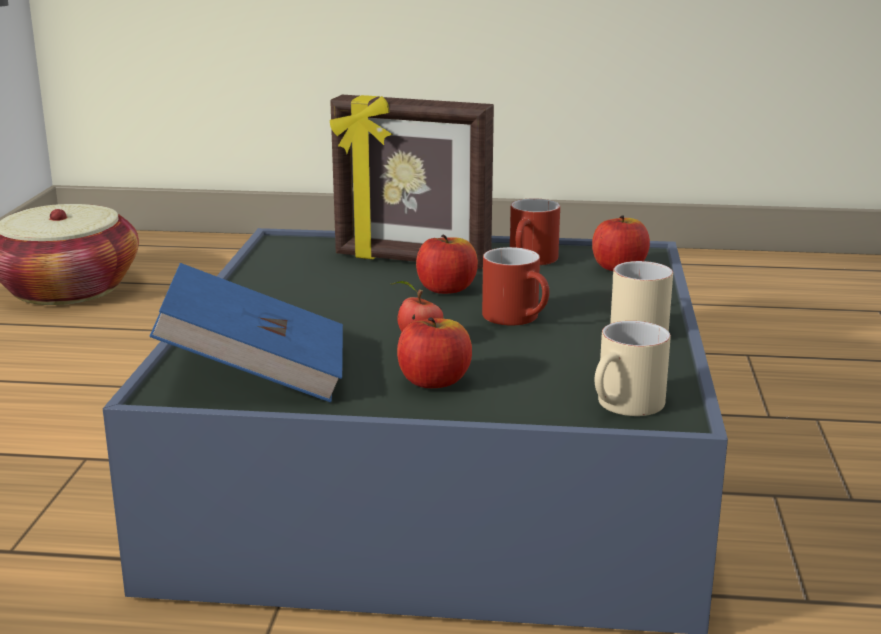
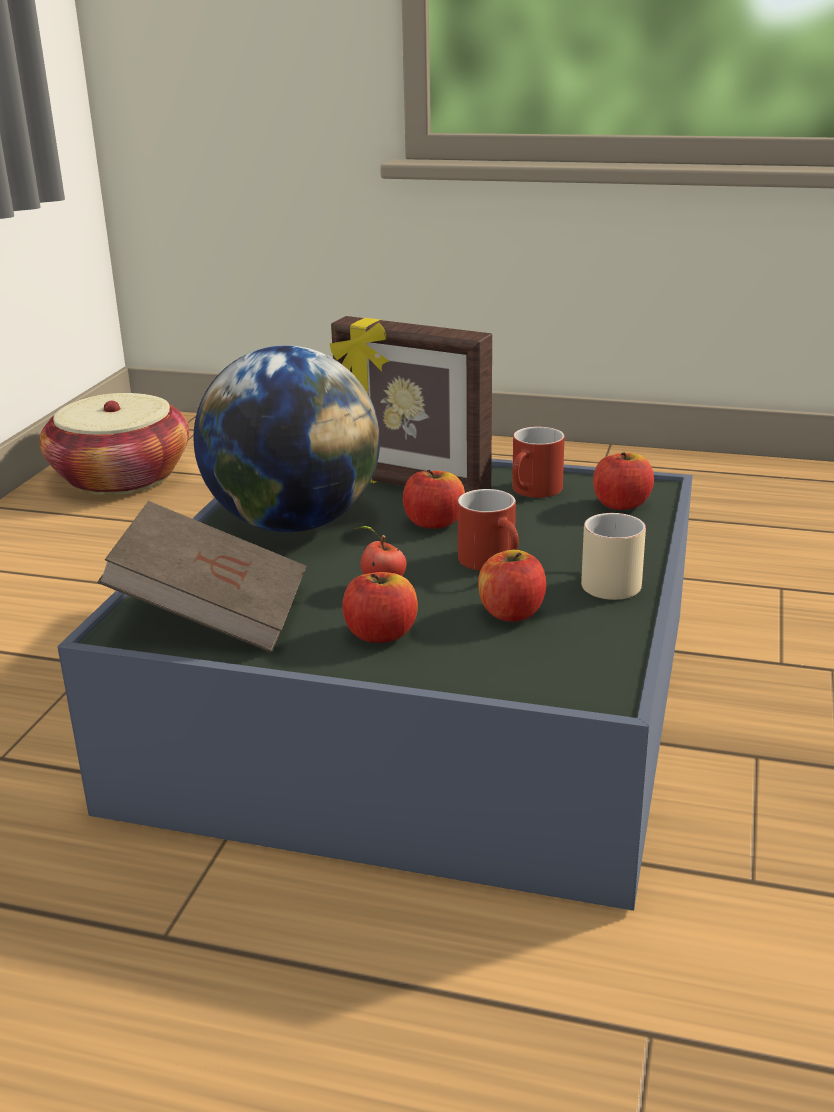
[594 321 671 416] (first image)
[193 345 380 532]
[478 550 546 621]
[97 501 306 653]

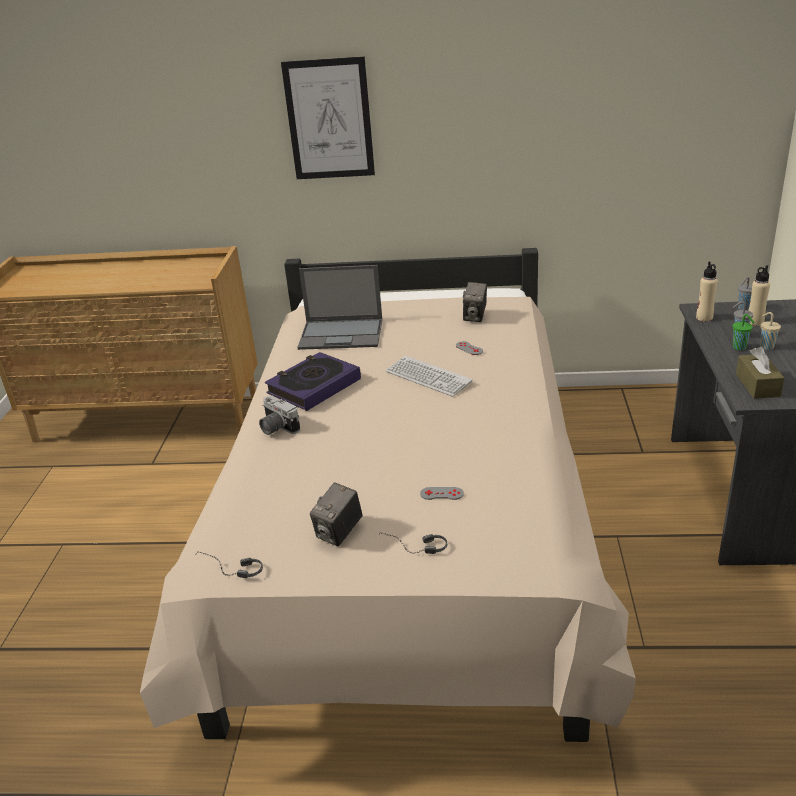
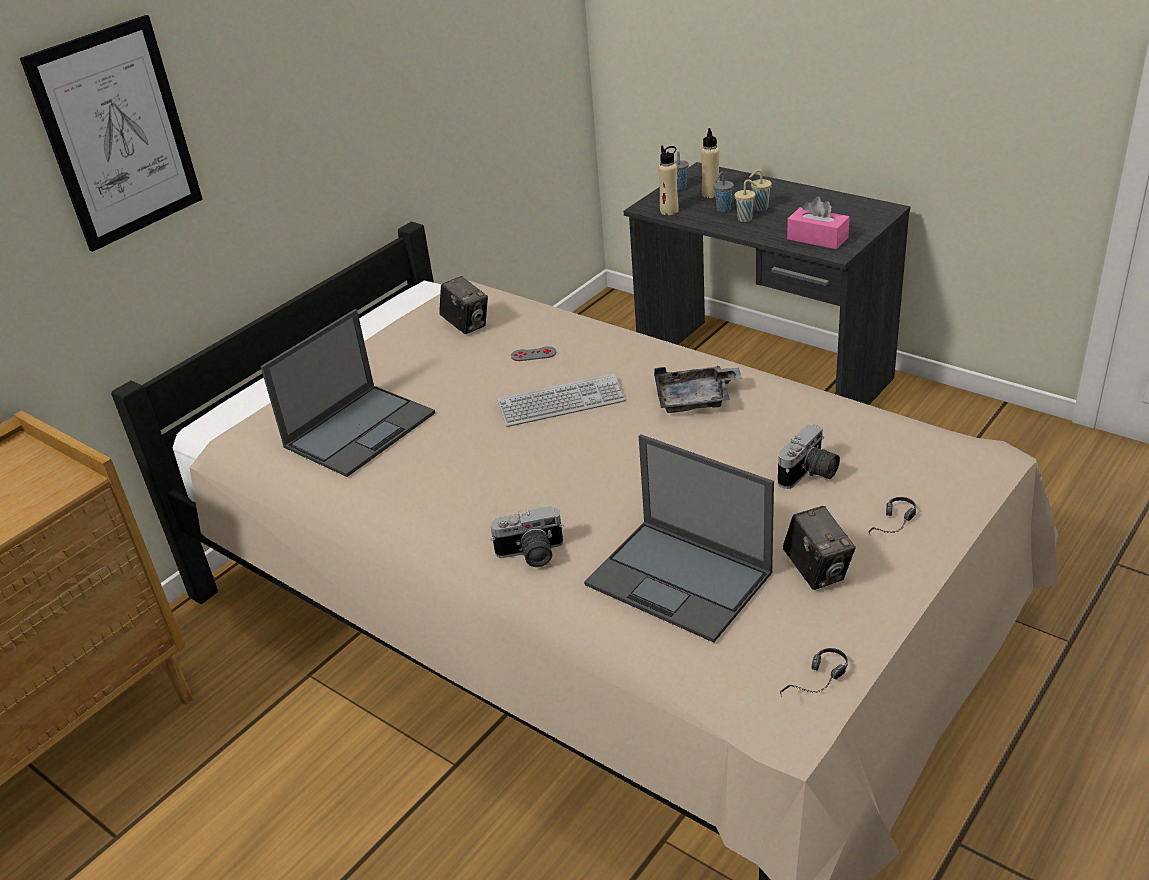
[265 352 361 411] (first image)
[584 434 774 643]
[654 366 742 413]
[778 424 840 489]
[734 179 757 222]
[787 197 850 249]

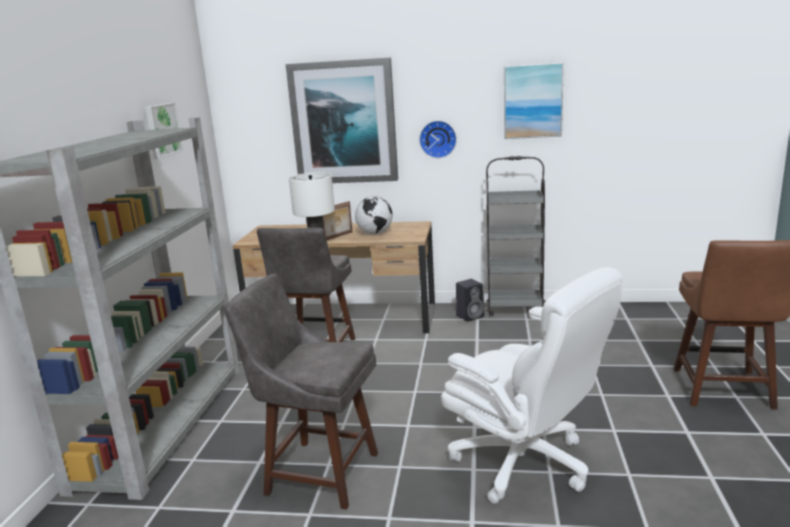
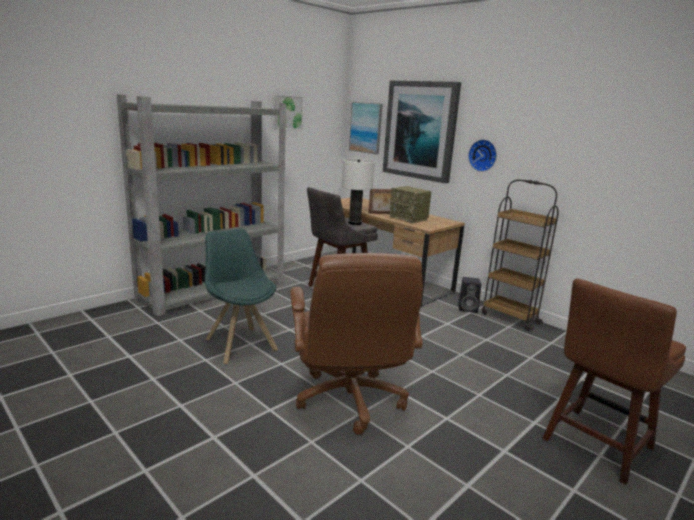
[349 102 383 155]
[205 229 278 364]
[389 186 431 223]
[290 253 423 435]
[482 180 559 331]

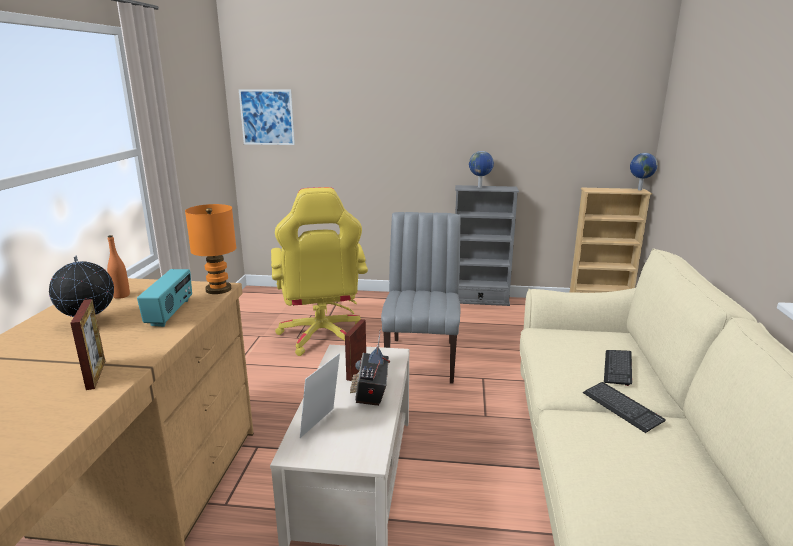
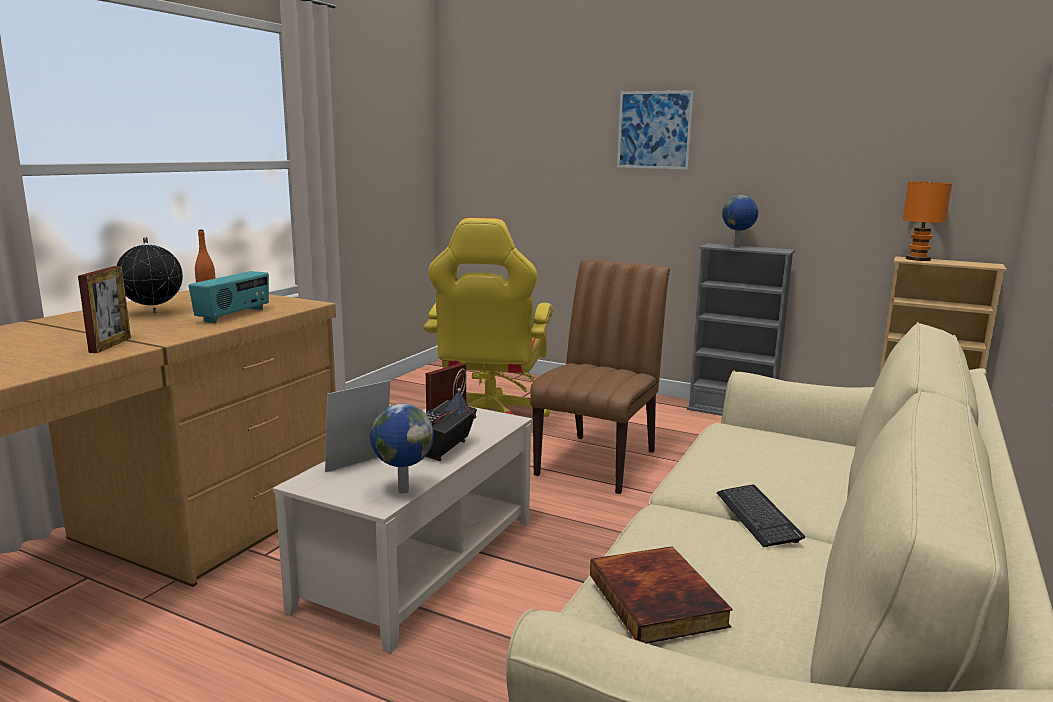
[604 350 632 386] (first image)
[590 546 733 644]
[902 182 952 261]
[617 90 694 170]
[370 403 434 493]
[530 260 670 494]

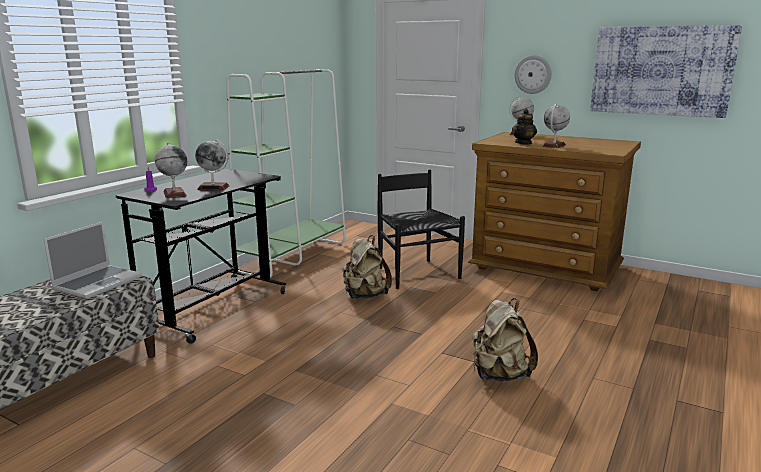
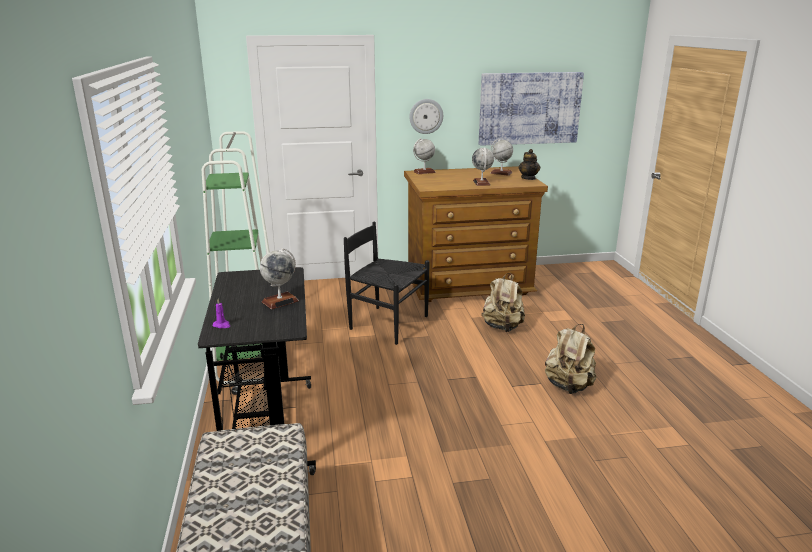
[44 222 142 299] (first image)
[490 139 513 176]
[481 273 525 332]
[519 149 540 180]

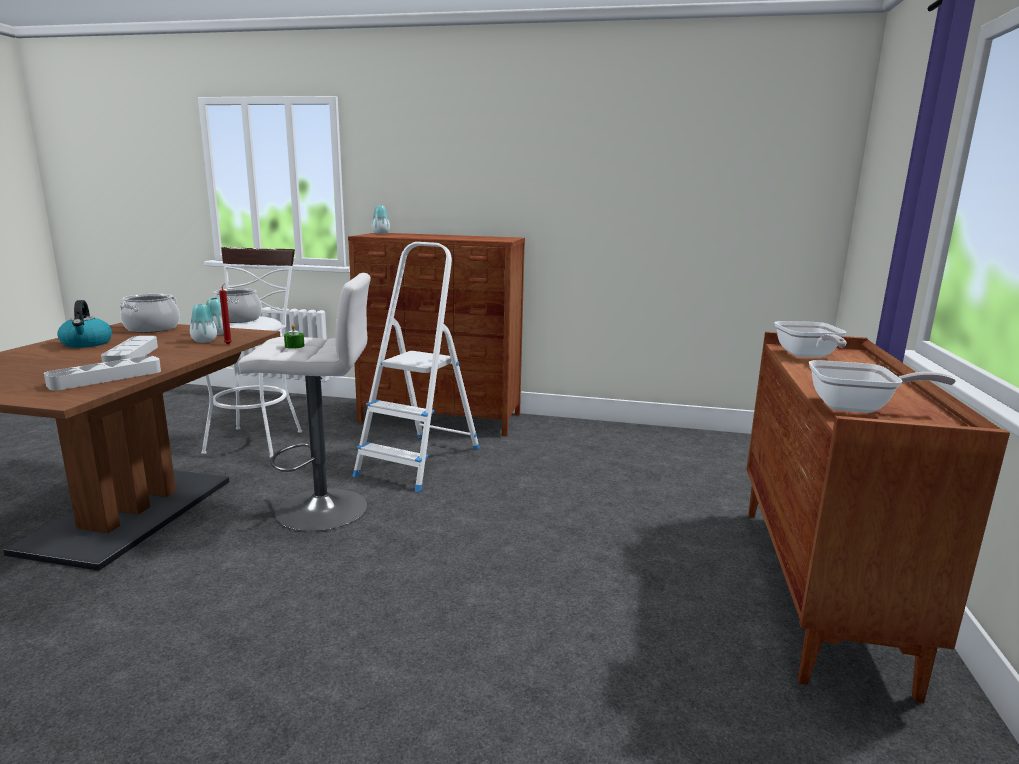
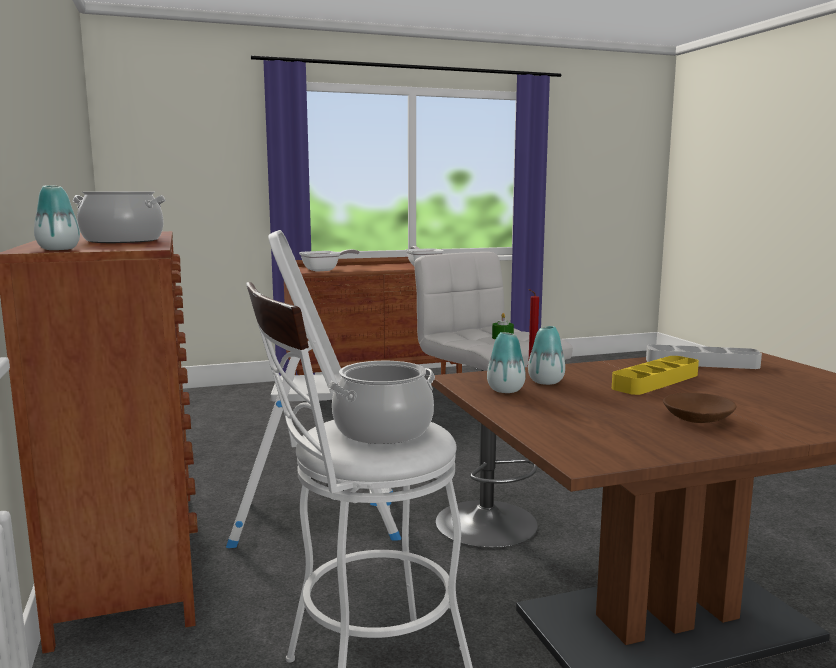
[72 192 166 243]
[663 393 737 423]
[612 356 699 395]

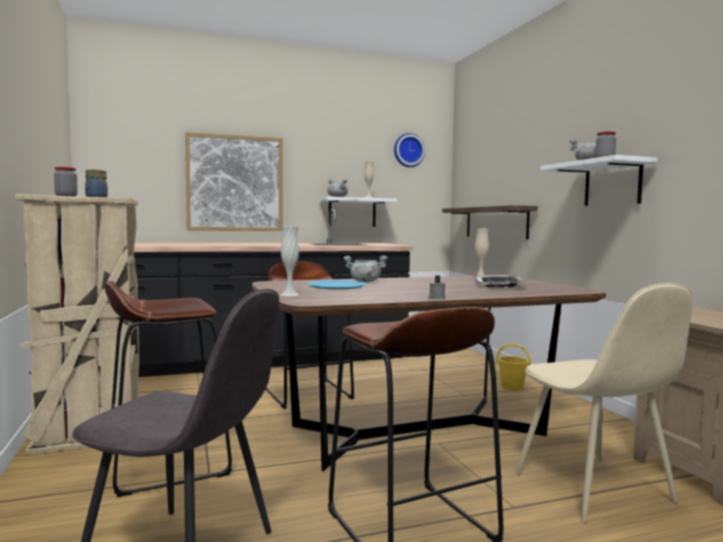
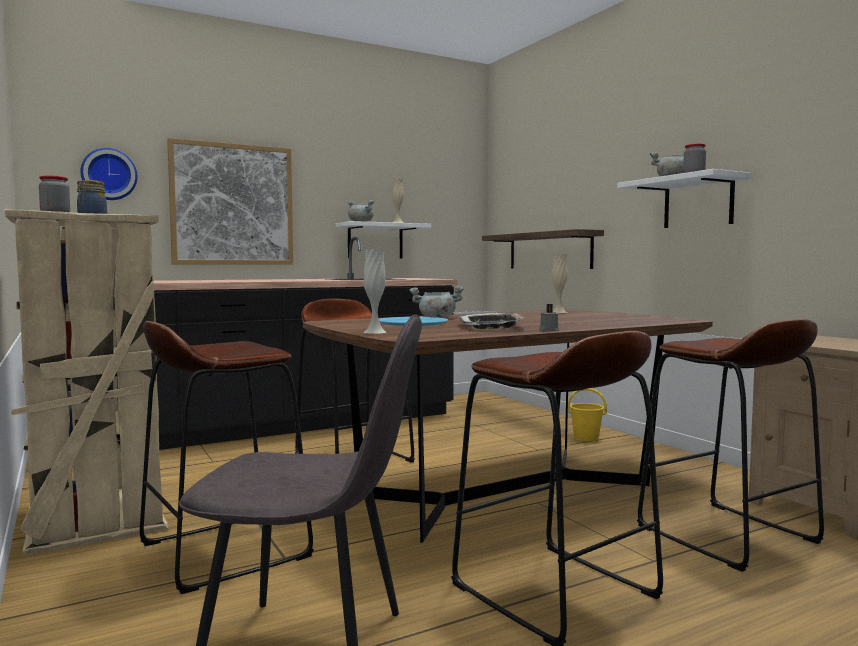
[80 148 137 200]
[459 312 528 329]
[637 319 824 572]

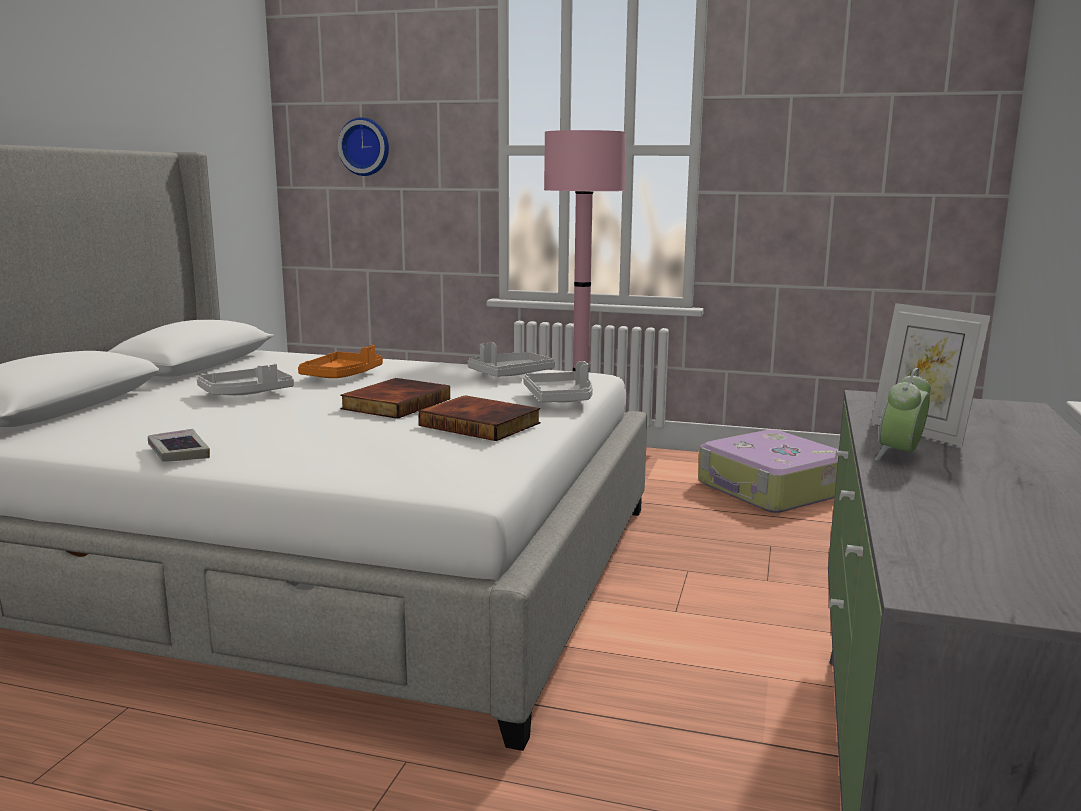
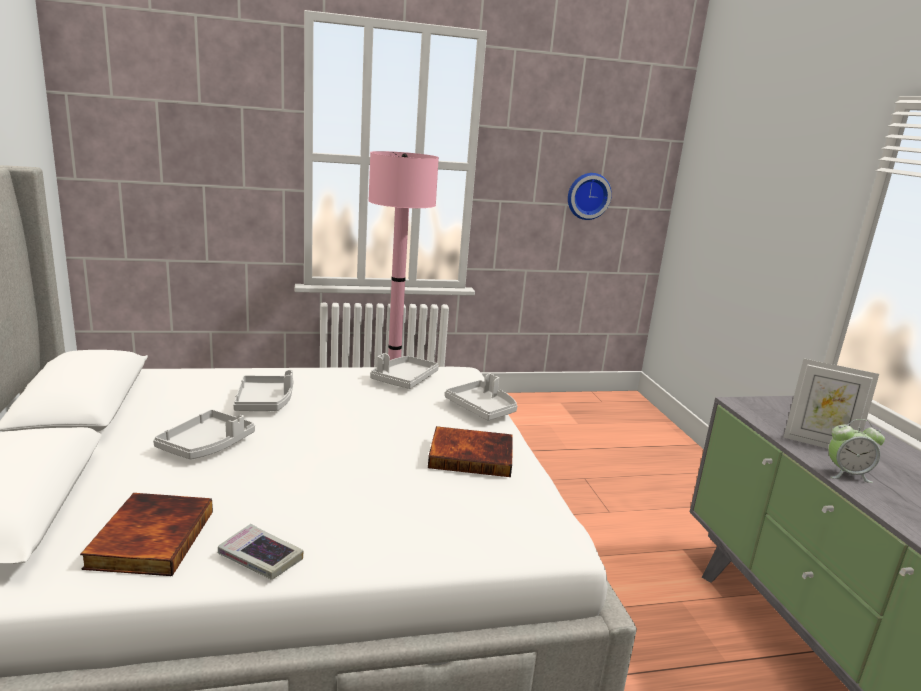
[698 430 839 513] (first image)
[568 173 612 220]
[80 493 213 576]
[233 370 294 411]
[828 419 885 483]

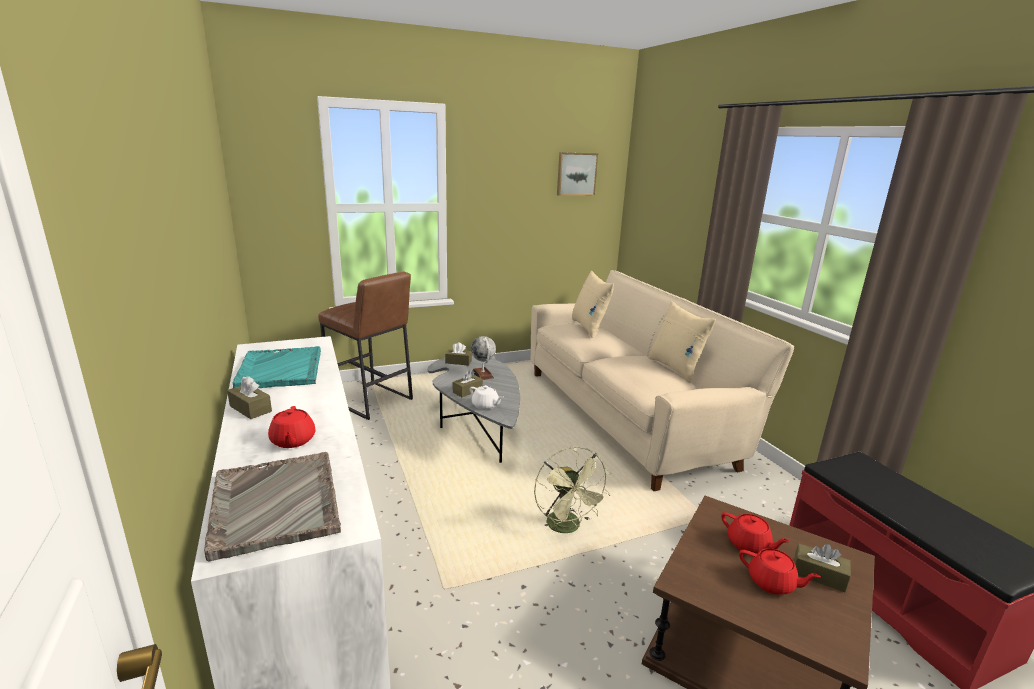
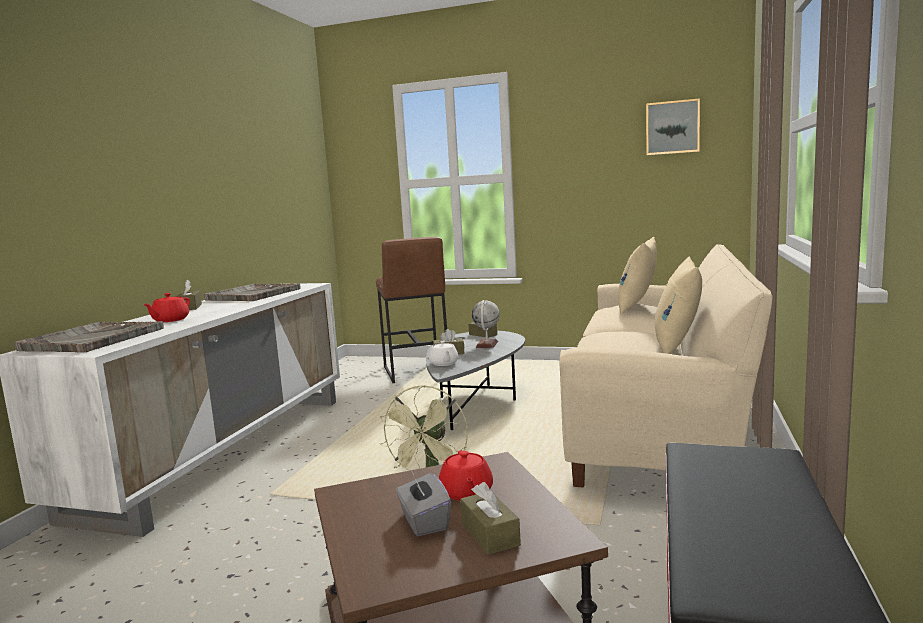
[396 470 451 536]
[204 283 301 301]

